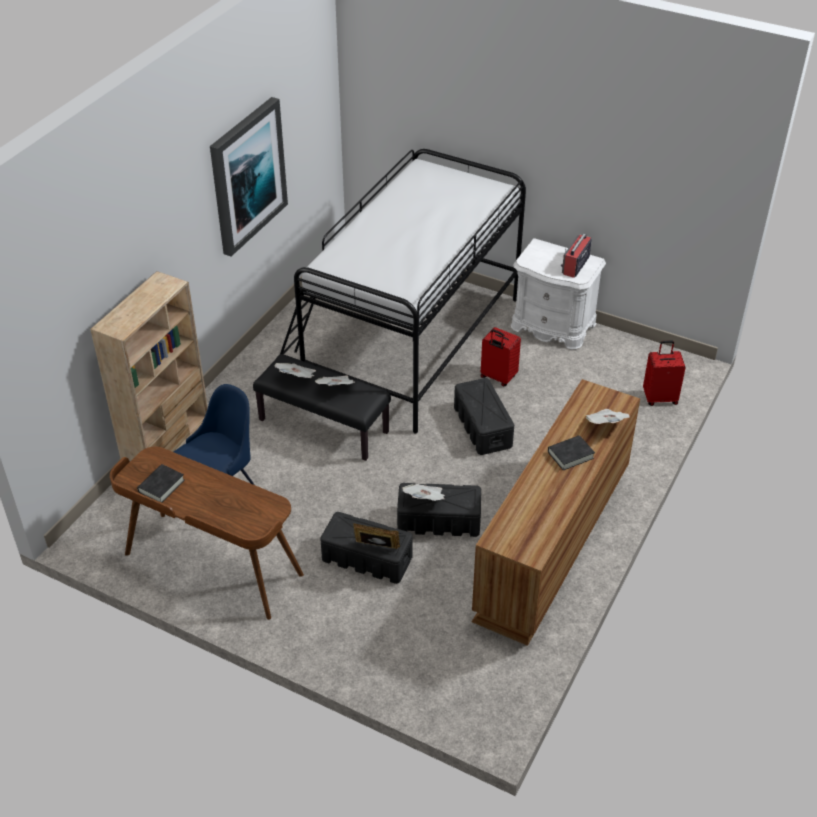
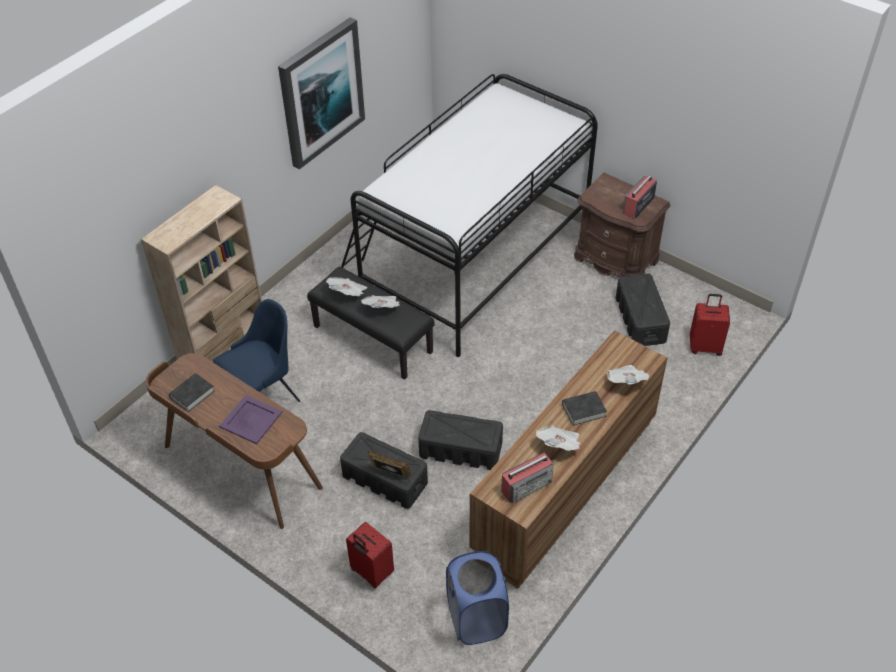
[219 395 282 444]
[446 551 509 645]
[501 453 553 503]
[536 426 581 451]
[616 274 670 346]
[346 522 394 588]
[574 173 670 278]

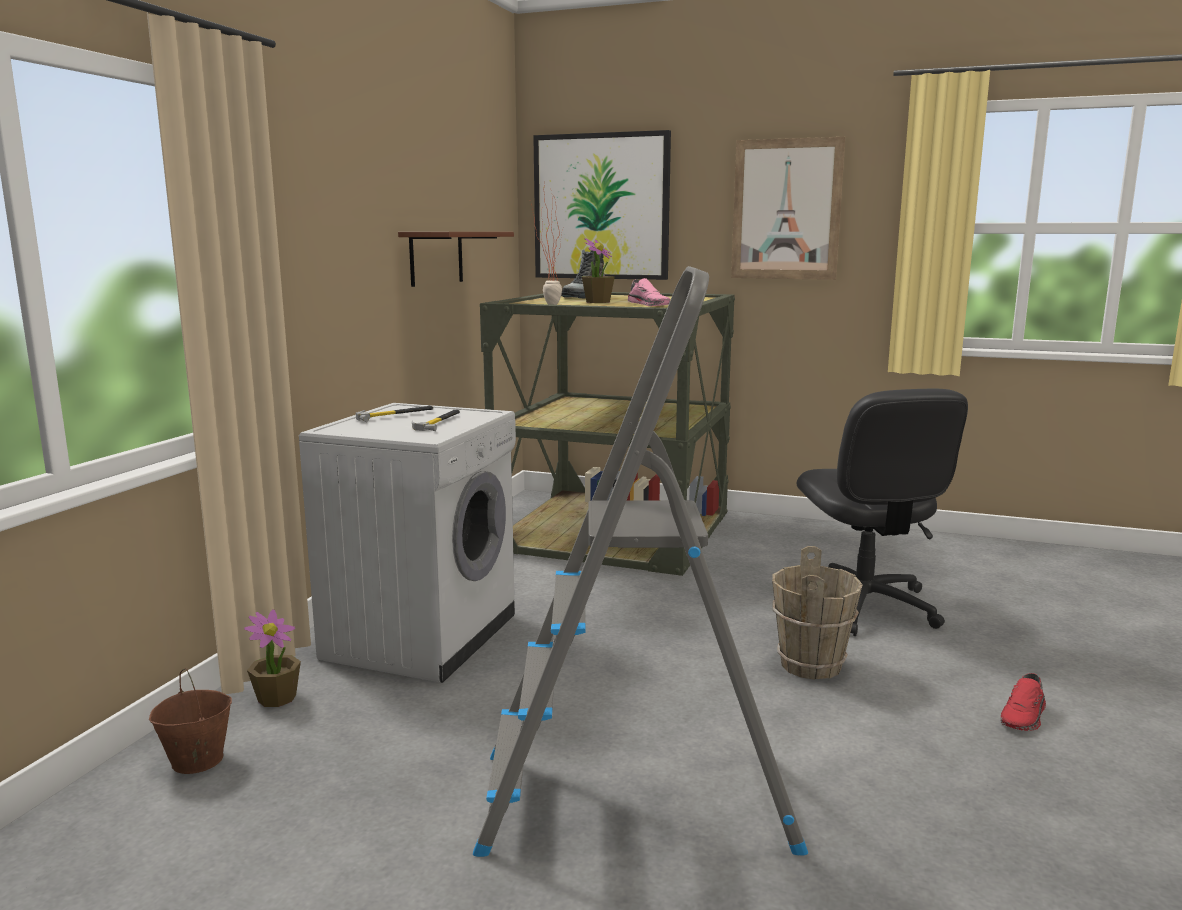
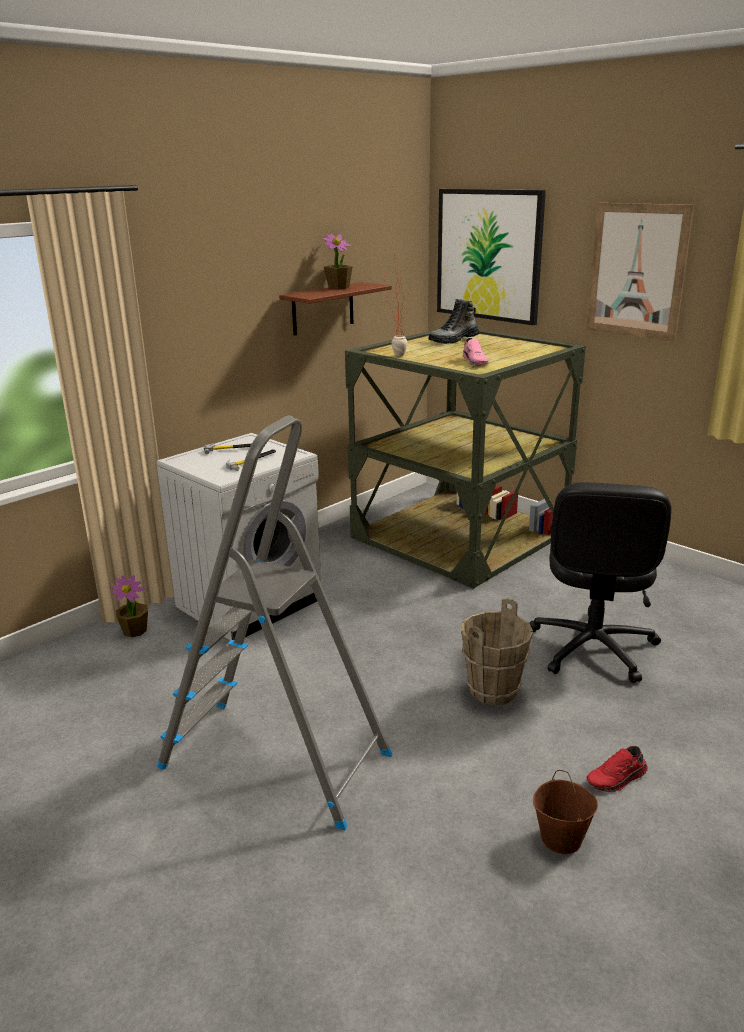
[533 770 598 854]
[323 234 353 289]

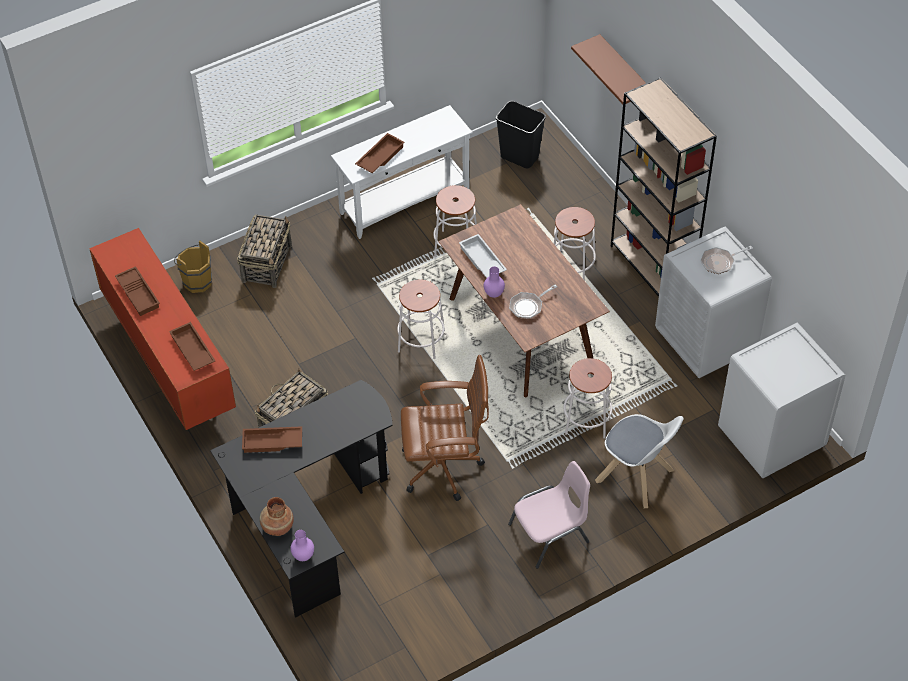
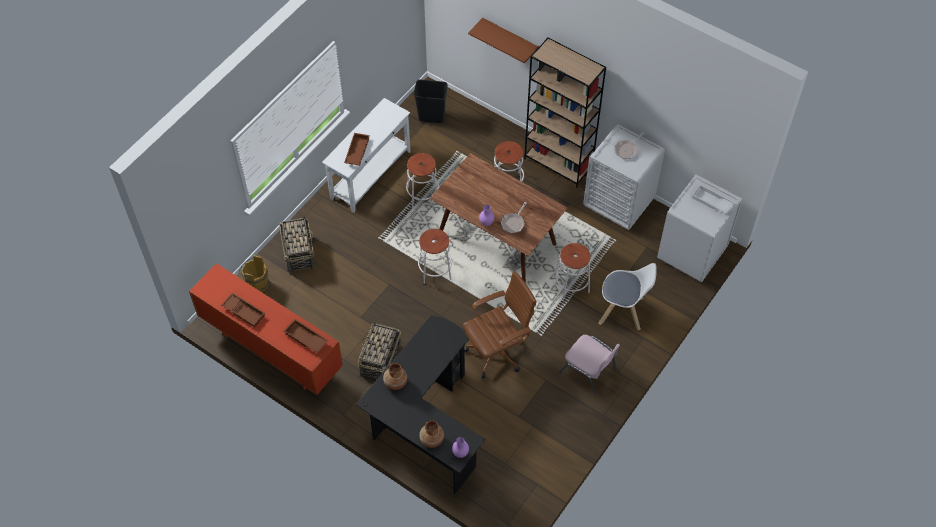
[692 184 735 214]
[383 363 407 390]
[559 335 620 395]

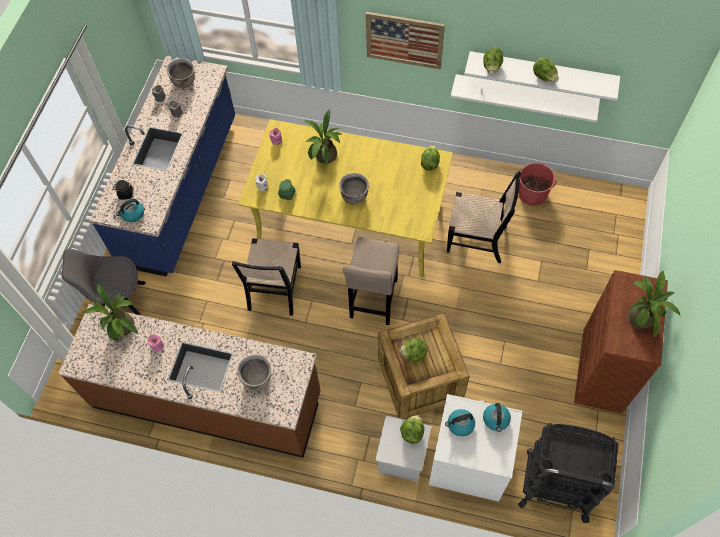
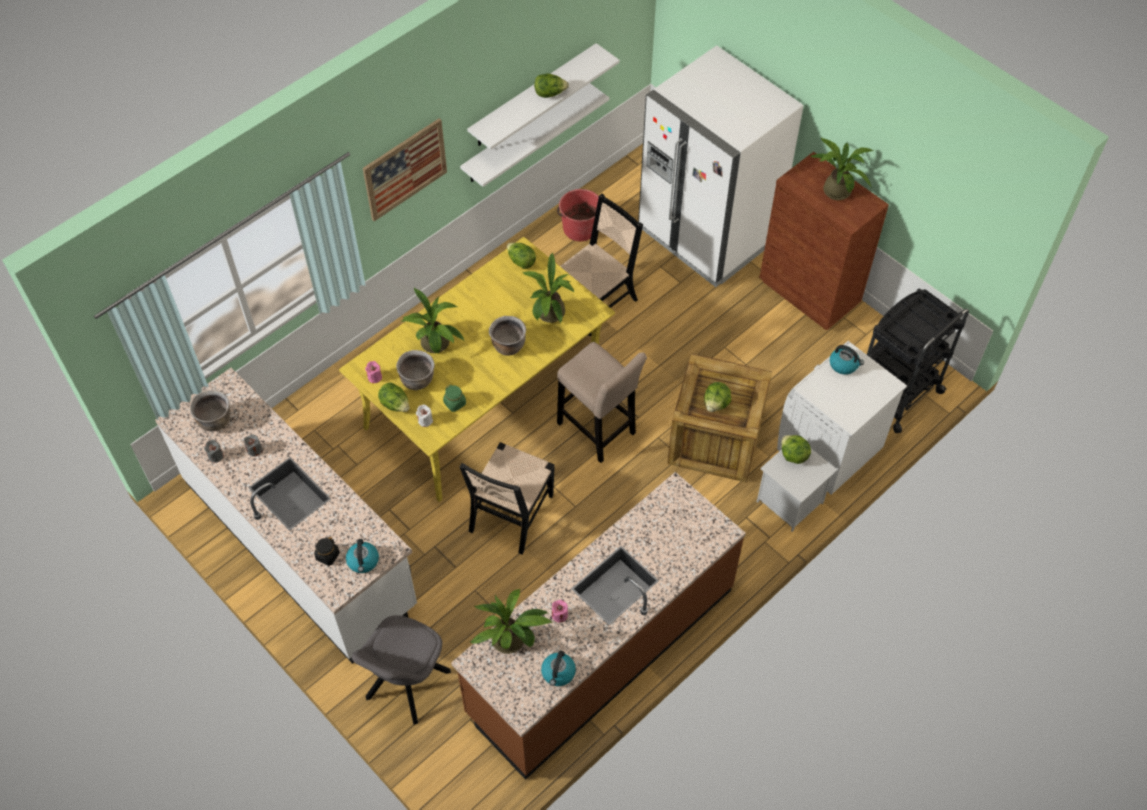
[523 253 574 324]
[638 45 804 287]
[396 350 435 390]
[541 651 576 686]
[378 383 409 412]
[155 368 417 664]
[460 442 555 555]

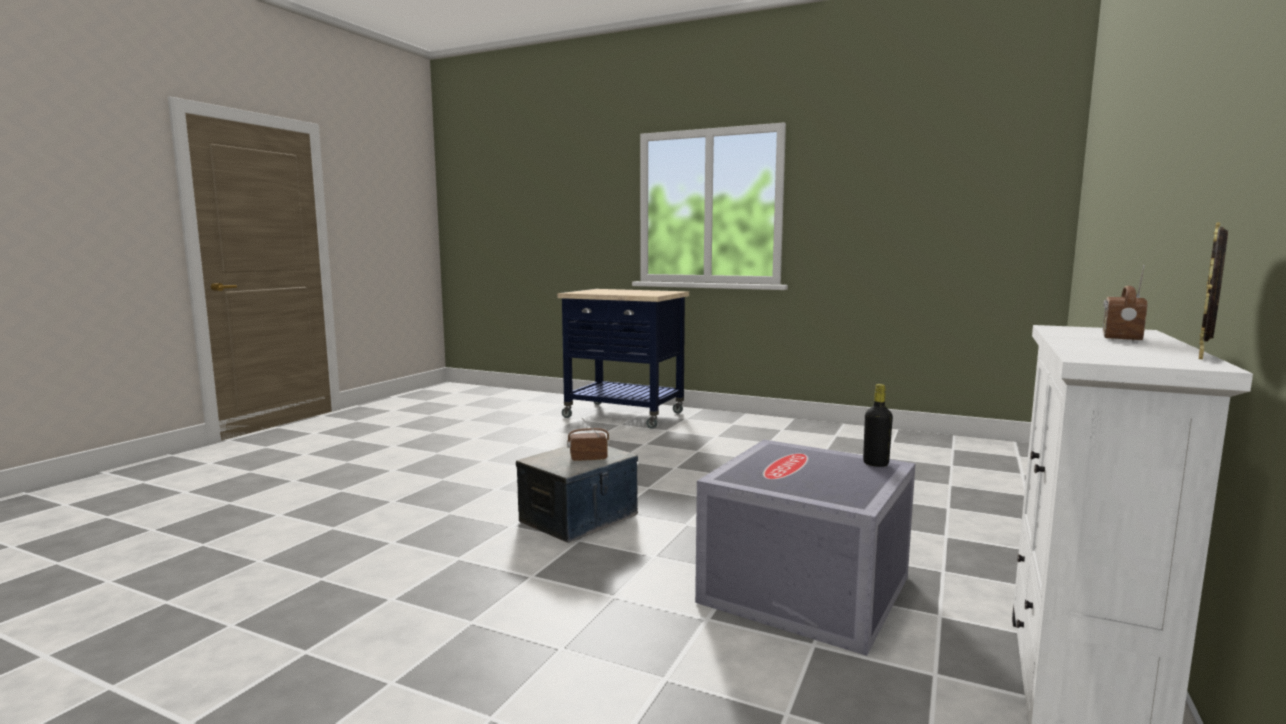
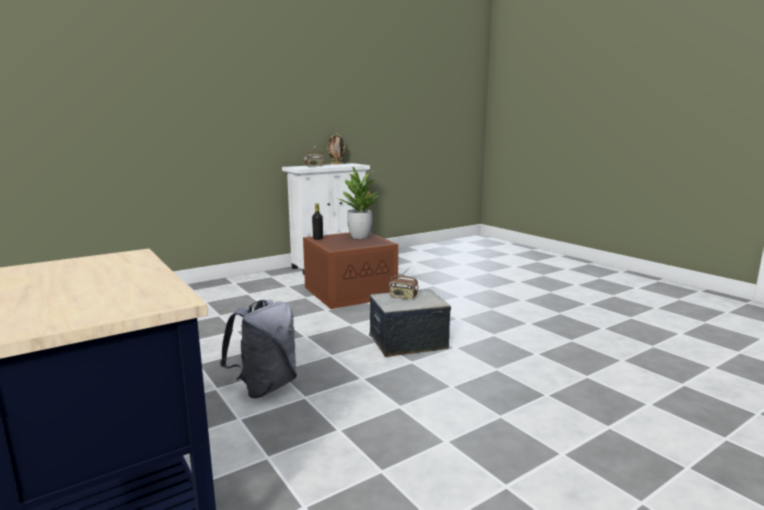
[220 300 297 398]
[337 167 381 239]
[303 232 398 309]

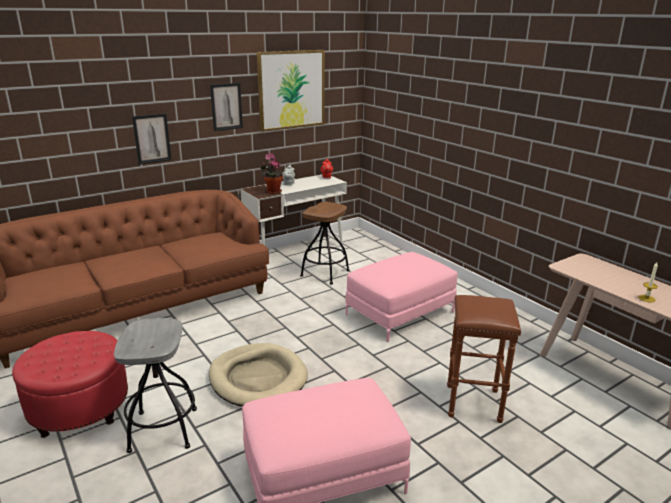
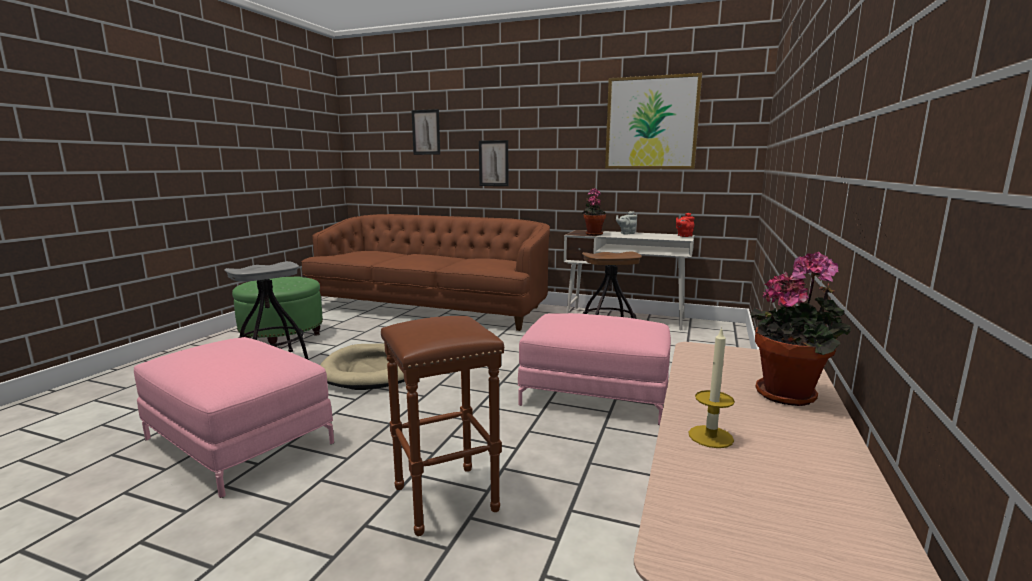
[750 252 851 406]
[411 109 440 155]
[232 276 323 347]

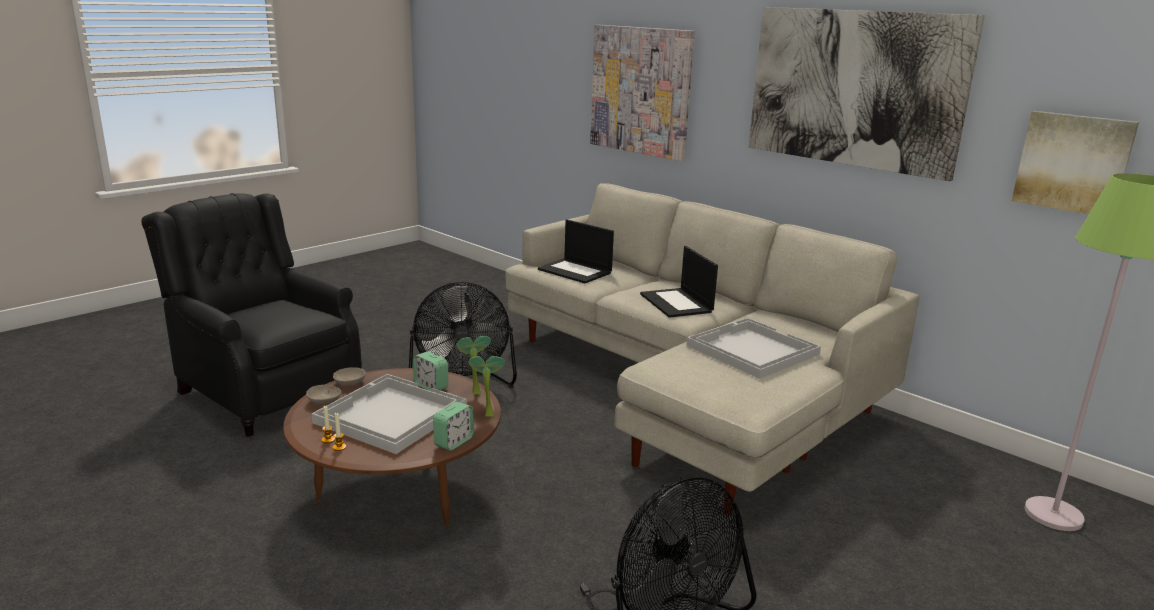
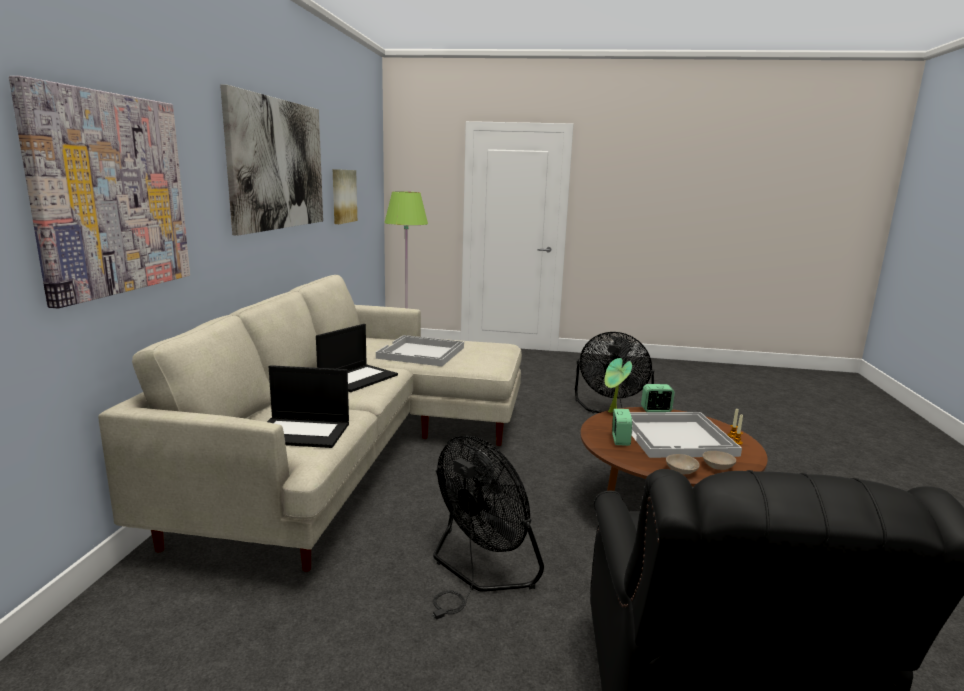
[456 336 491 395] (first image)
[267 365 349 448]

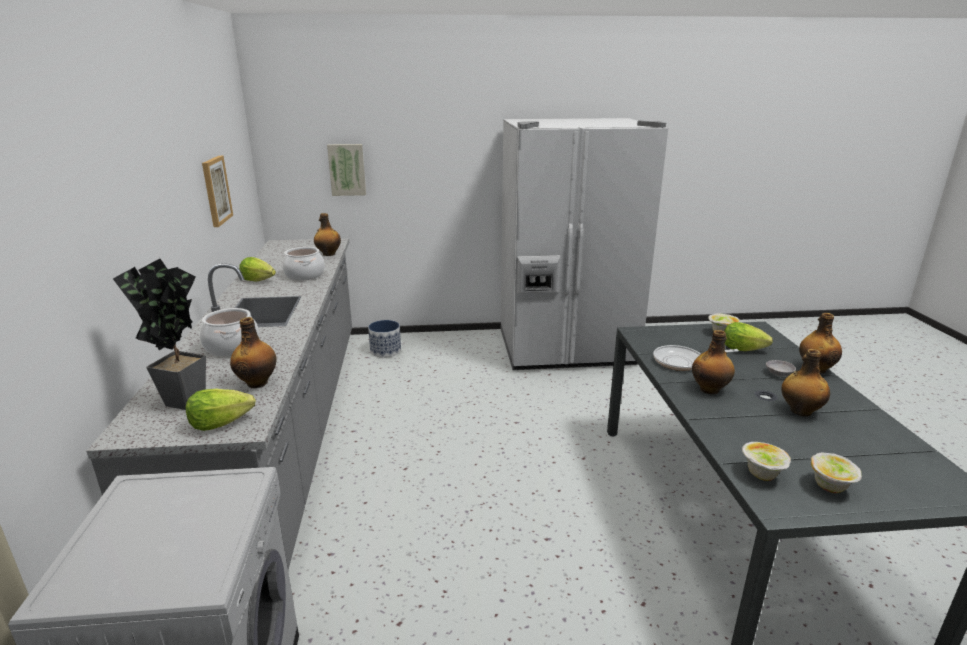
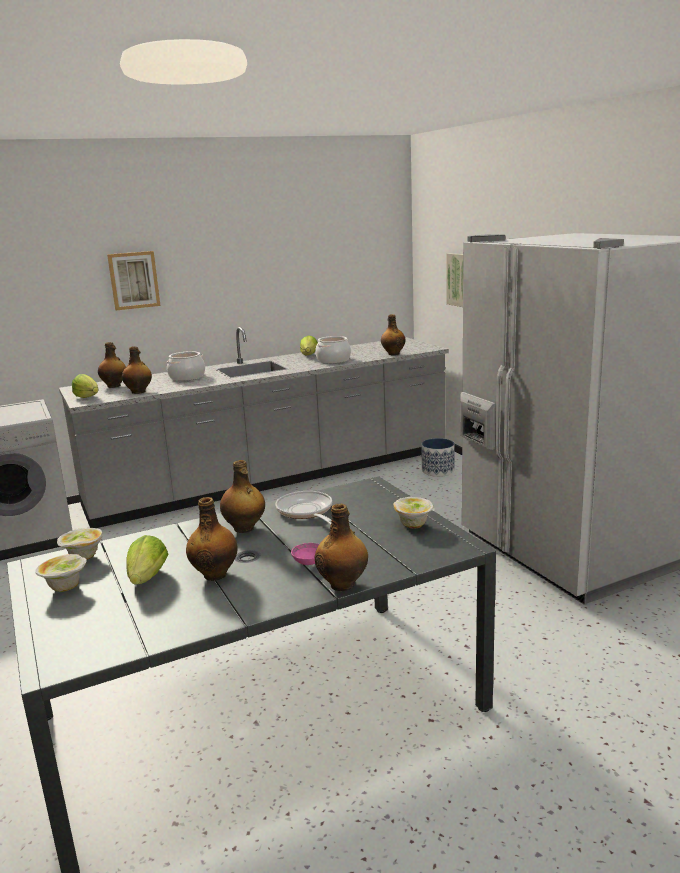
[107 251 161 311]
[127 535 168 584]
[98 342 126 388]
[291 543 319 565]

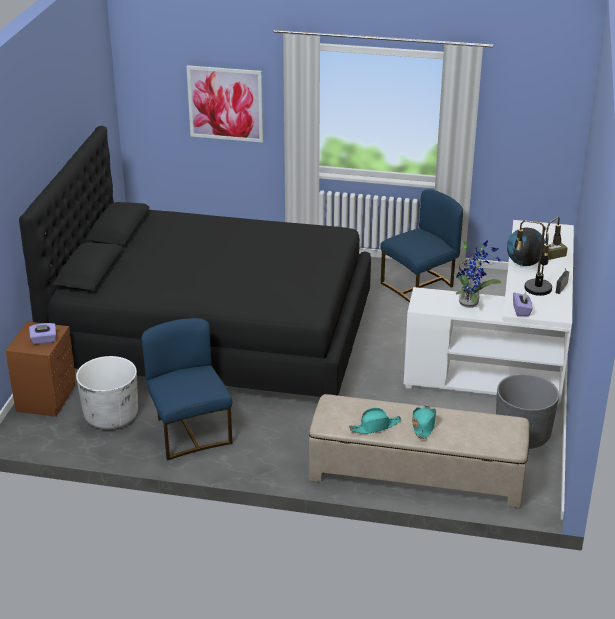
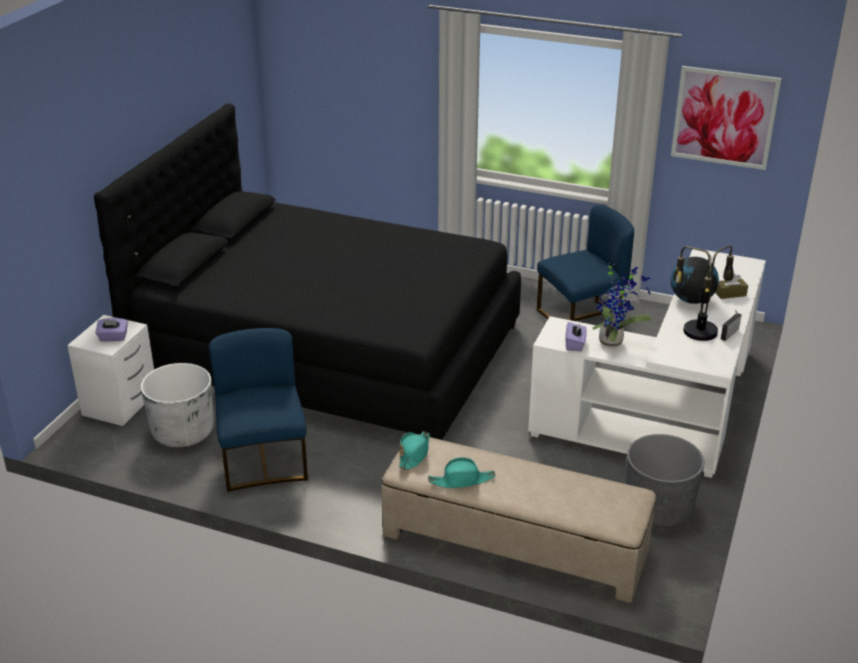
[671 66 782 170]
[399 431 430 470]
[566 322 587 351]
[67 315 154 426]

